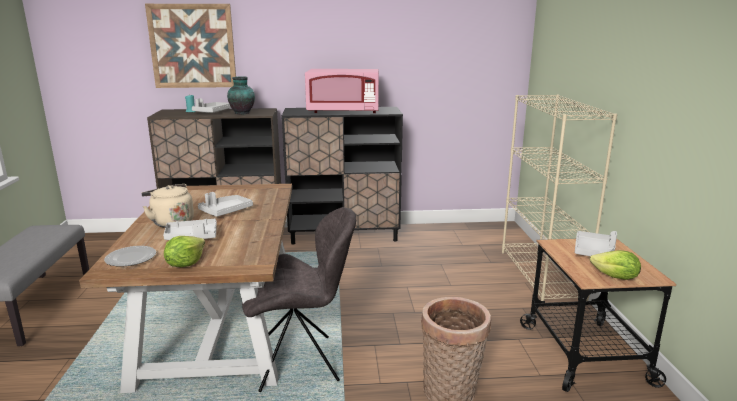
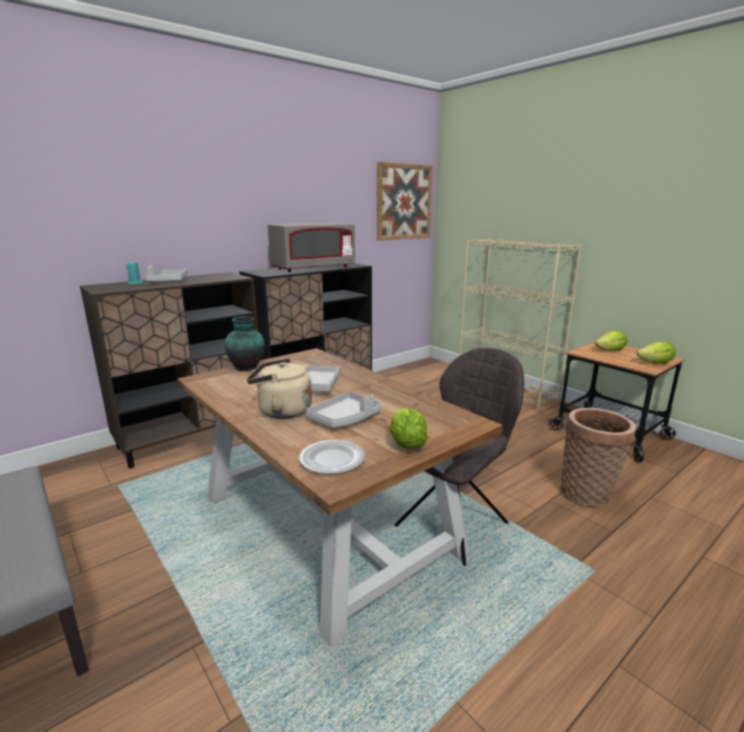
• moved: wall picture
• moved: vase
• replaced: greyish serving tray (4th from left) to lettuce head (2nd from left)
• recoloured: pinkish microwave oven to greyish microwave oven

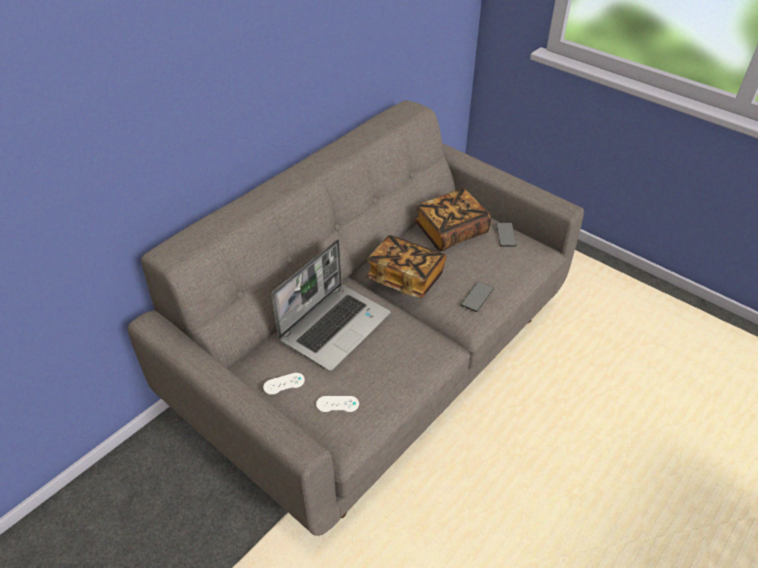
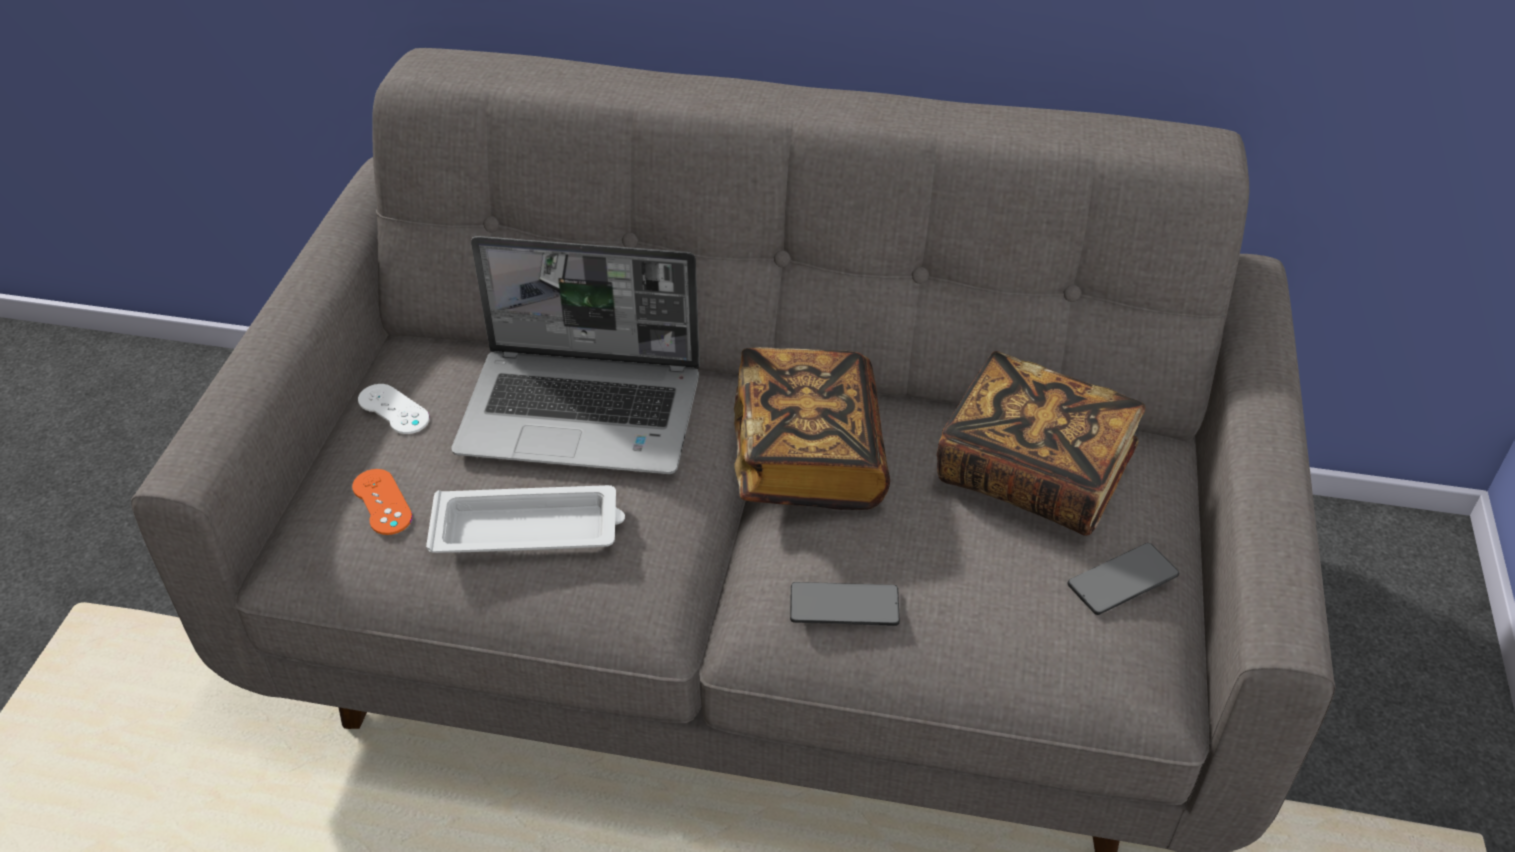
• added: white serving tray
• recoloured: white joypad (2nd from left) to orange-coloured joypad

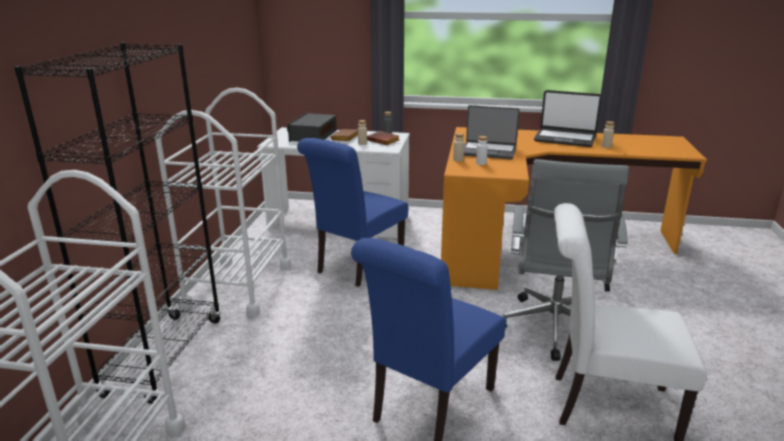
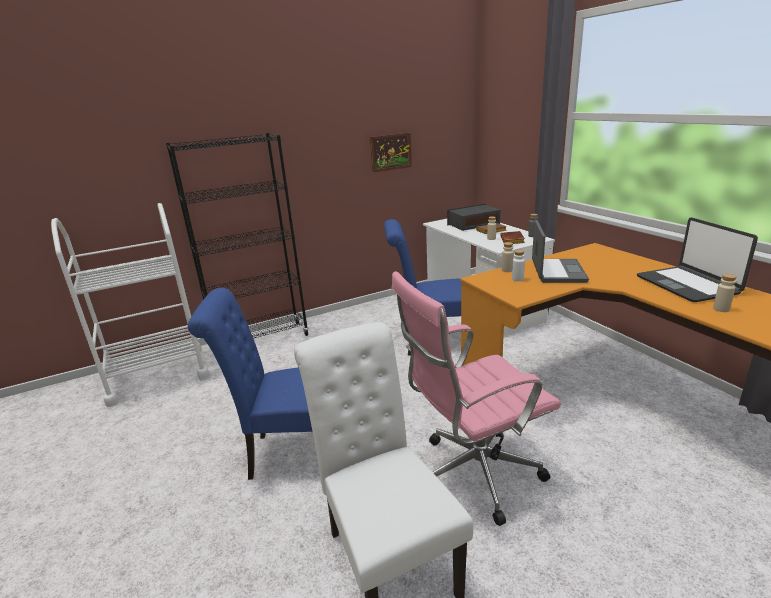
• removed: white wheeled cart (2nd from left)
• added: wall picture
• recoloured: greyish computer chair to pinkish computer chair
• turned: portable computer (1st from left) 150 degrees counterclockwise

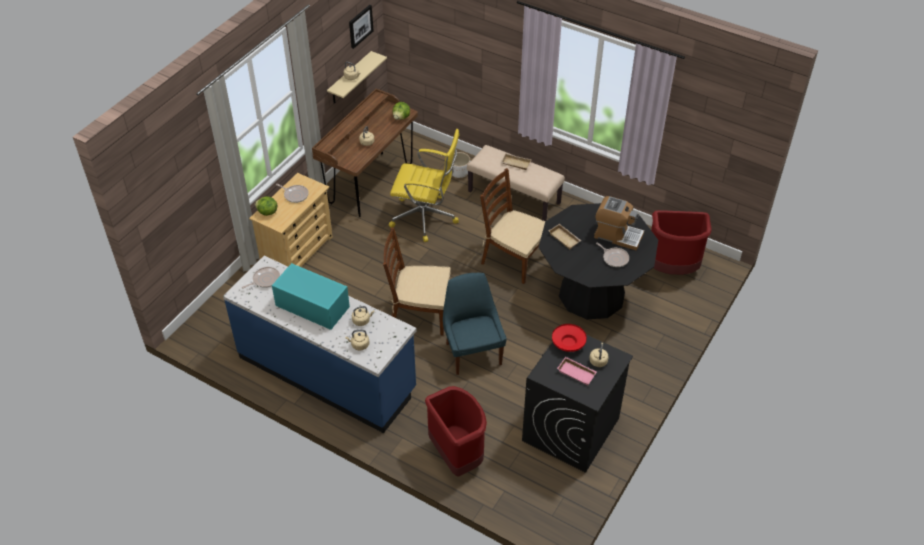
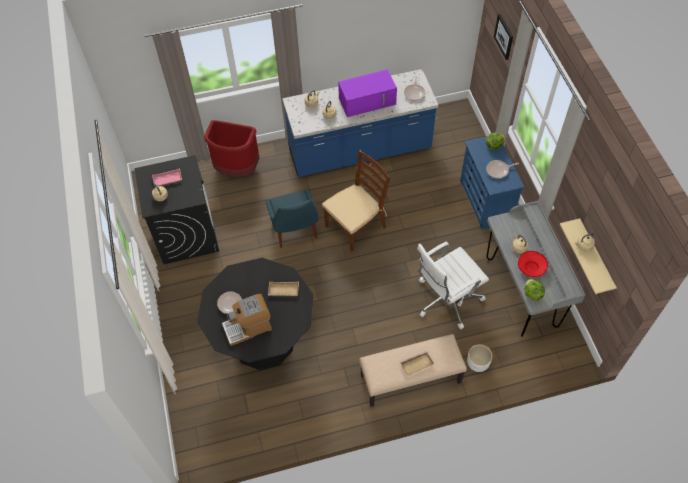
• removed: brown upright chair (2nd from left)
• removed: red-coloured waste bin (2nd from left)
• moved: wall picture
• moved: red-coloured bowl
• recoloured: beige-coloured dresser to bluish dresser
• recoloured: turquoise-coloured microwave oven to purplish microwave oven
• recoloured: brown desk table to greyish desk table
• recoloured: yellow computer chair to white computer chair
• turned: bluish upright chair 45 degrees clockwise

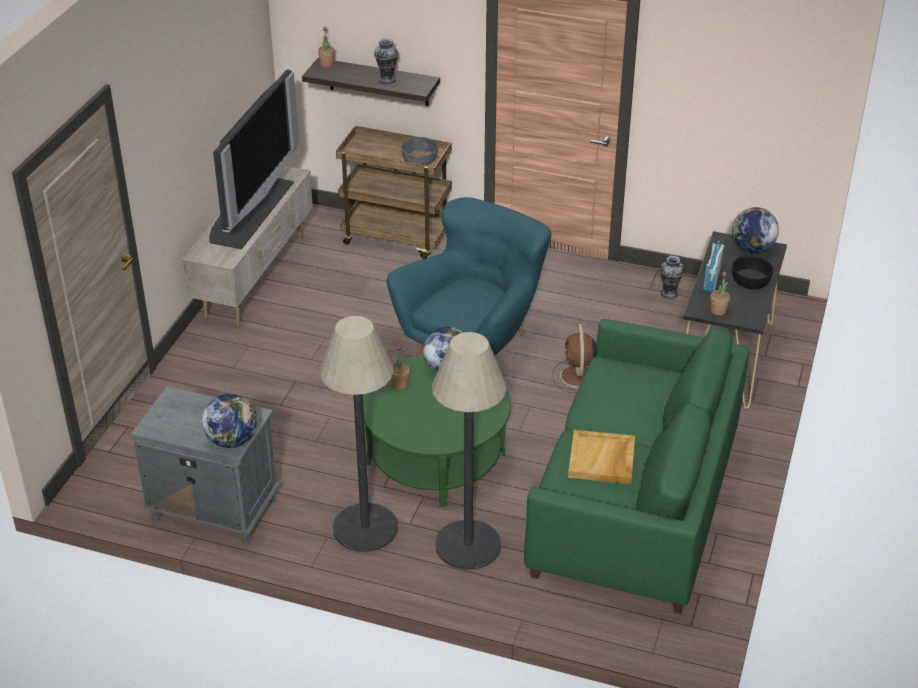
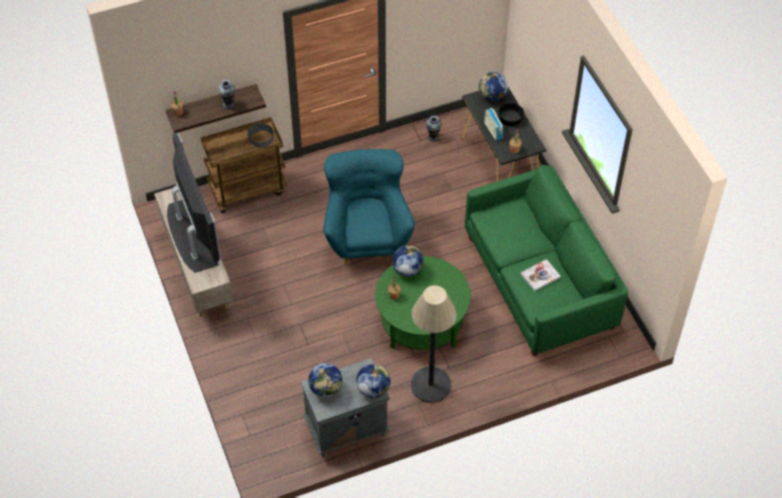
• removed: standing lamp (2nd from left)
• removed: brown cooling fan
• added: world globe (1st from left)
• replaced: beige-coloured serving tray to book

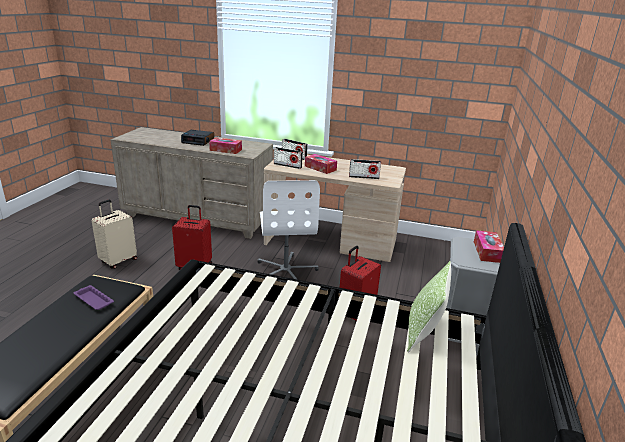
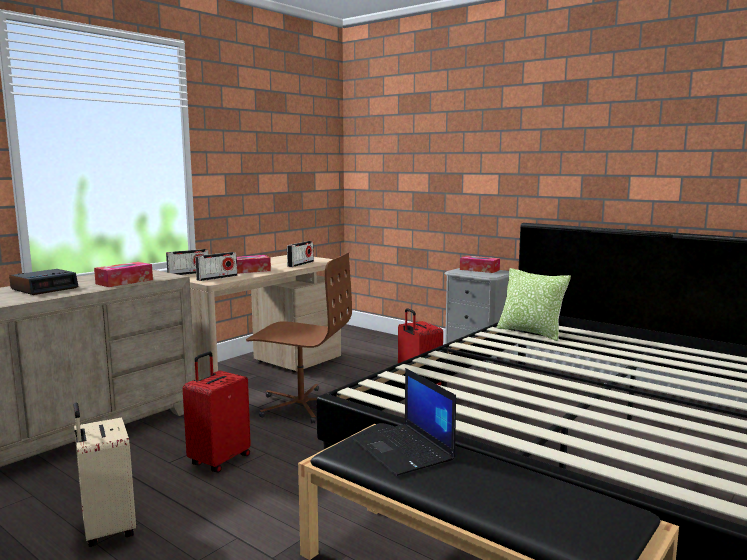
• replaced: purplish serving tray to portable computer
• recoloured: white computer chair to brown computer chair

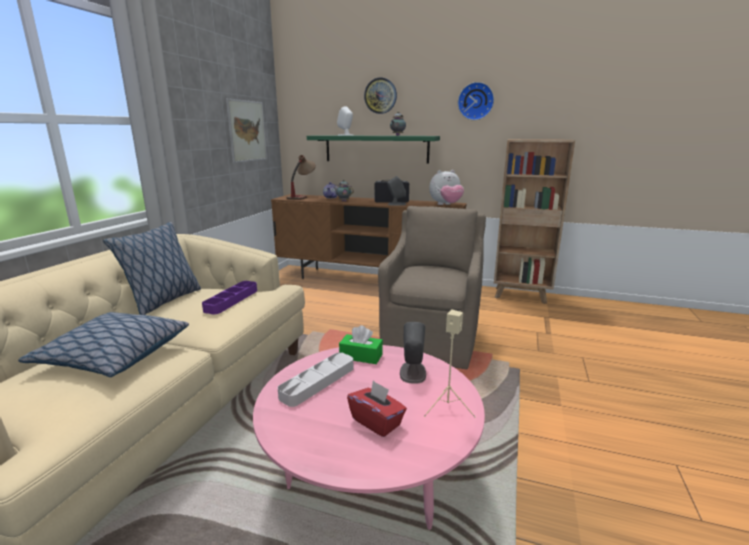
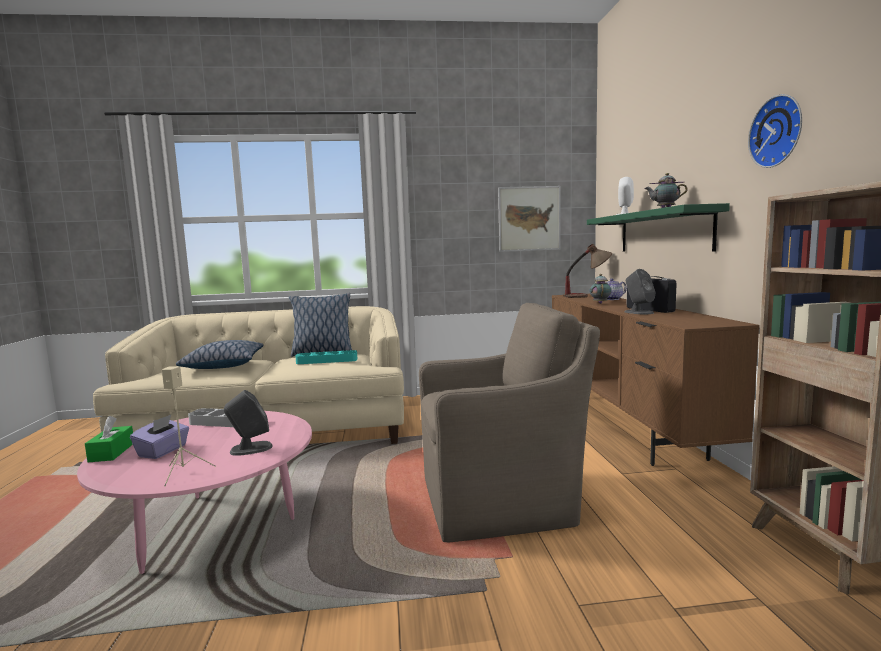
• removed: clock on the wall (1st from left)
• removed: plush toy
• moved: green box of tissues
• recoloured: purplish serving tray to turquoise-coloured serving tray
• recoloured: red-coloured box of tissues to purplish box of tissues

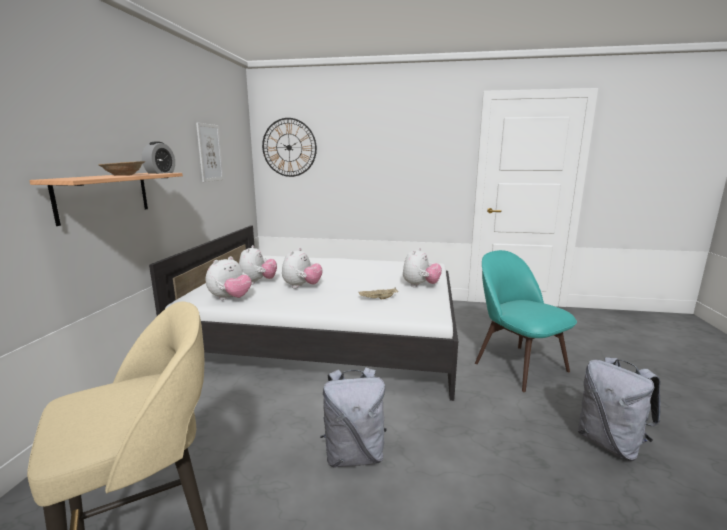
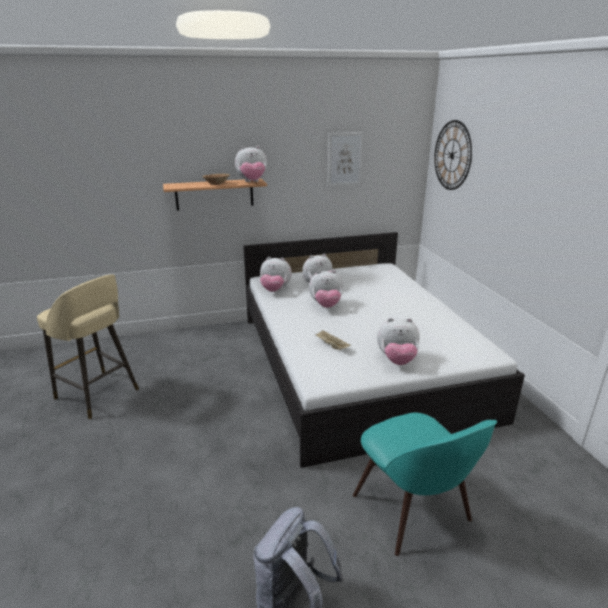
• removed: greyish backpack (1st from left)
• replaced: bedside clock to plush toy (1st from left)
• turned: turquoise-coloured upright chair 120 degrees clockwise

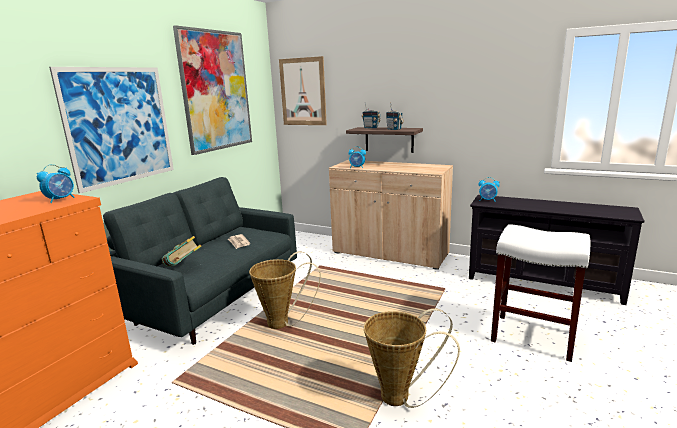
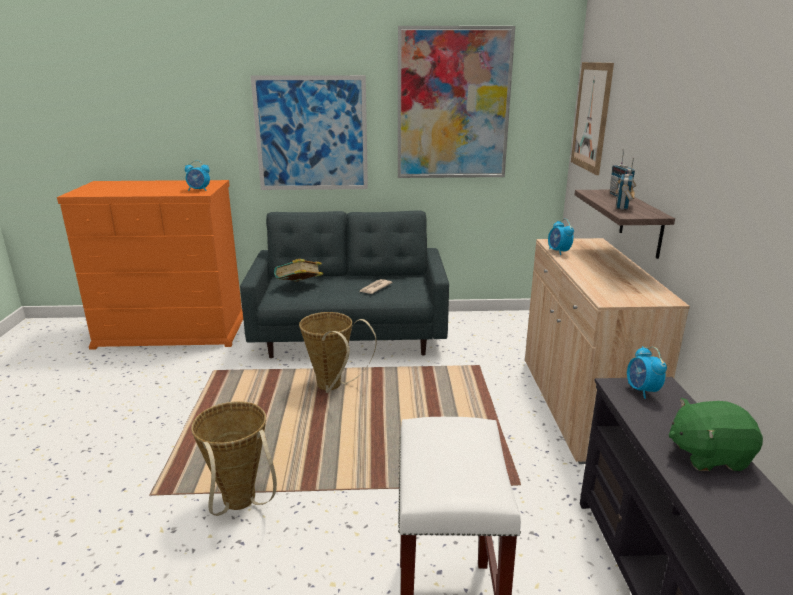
• added: green plush toy

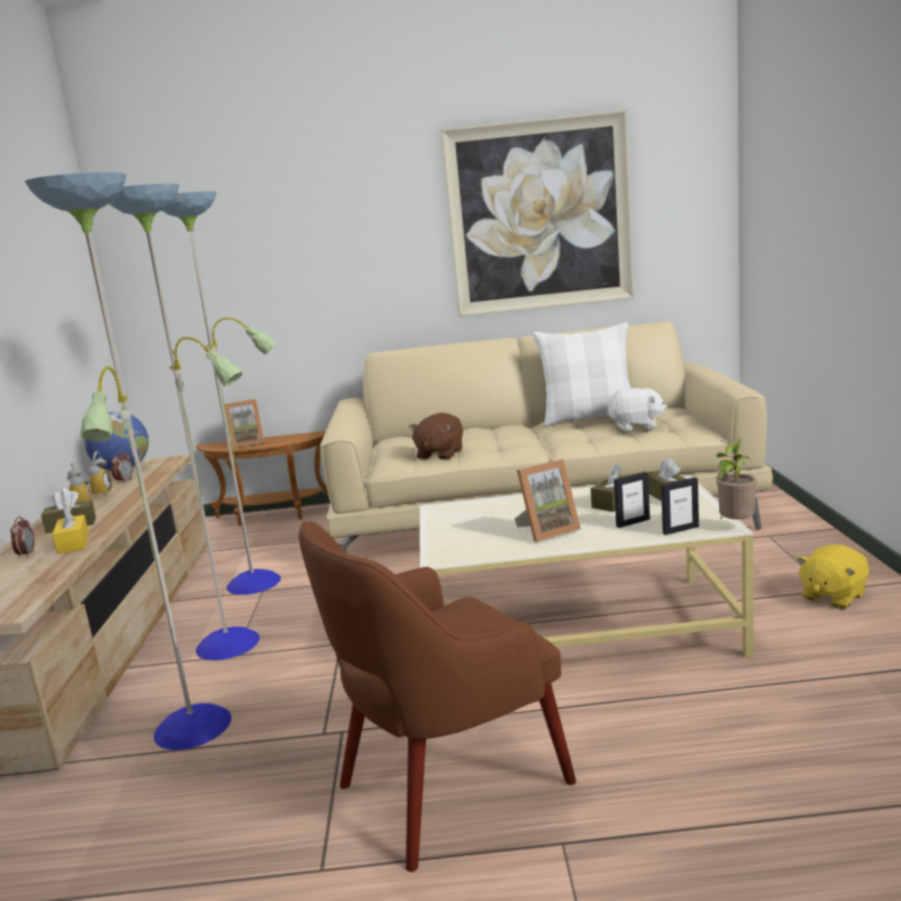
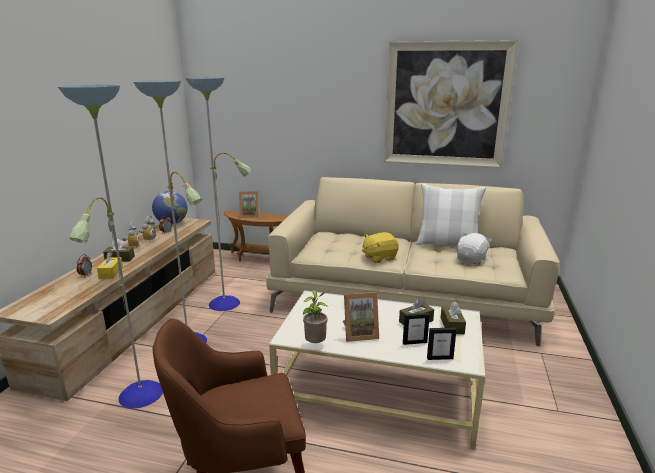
• removed: brown plush toy
• moved: plant in a pot
• moved: yellow plush toy
• turned: white plush toy 75 degrees counterclockwise

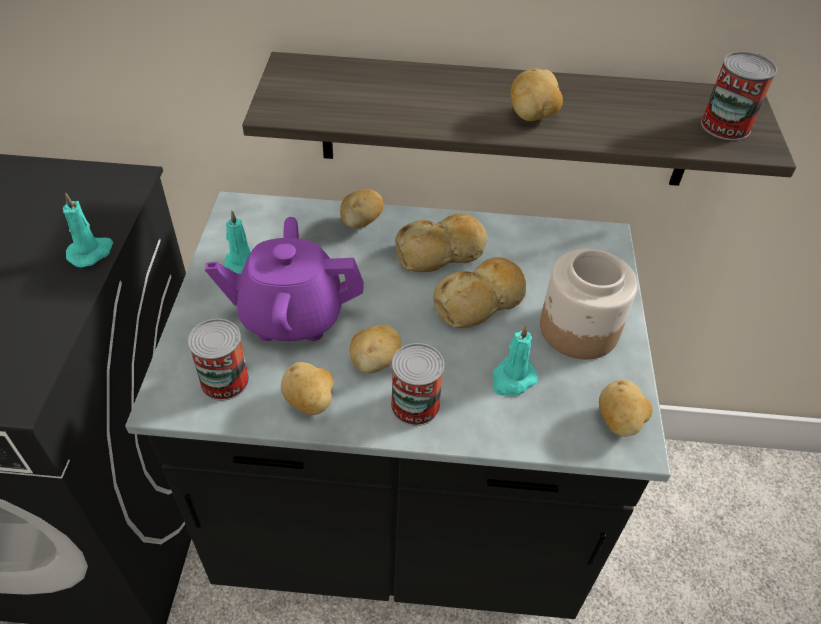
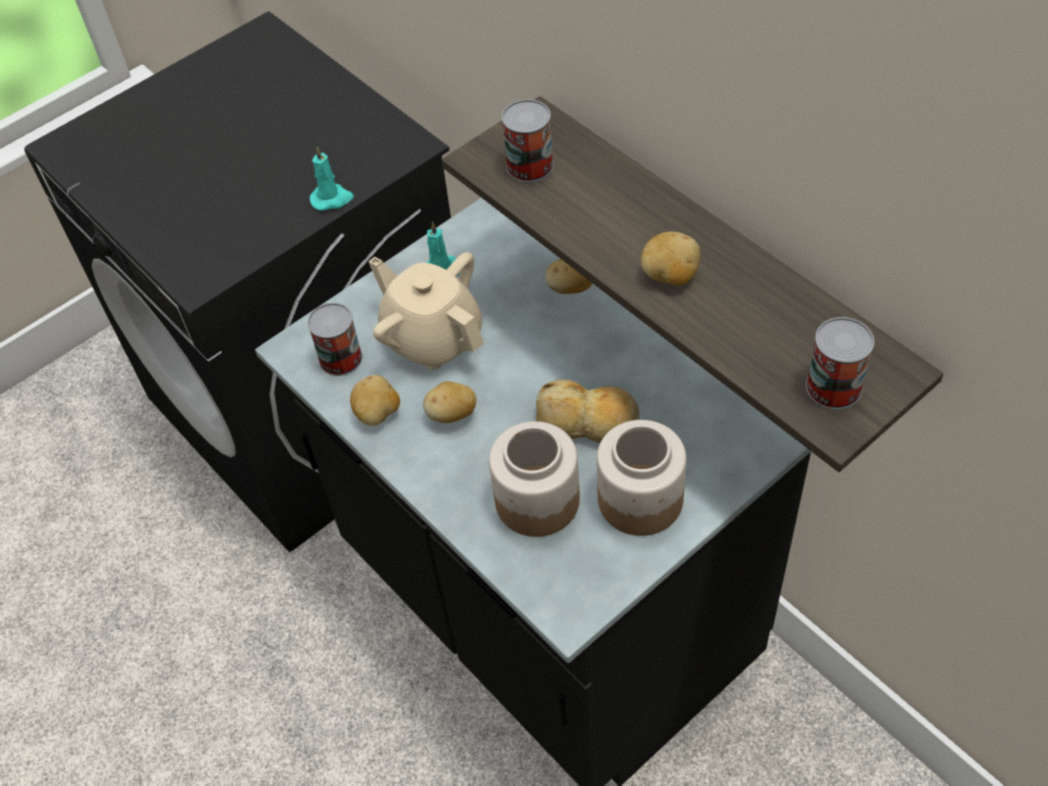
• removed: bread (1st from left)
• removed: potato (5th from left)
• moved: sealed can (2nd from left)
• replaced: turquoise-coloured candle (3rd from left) to jar (1st from left)
• recoloured: purplish tea pot to beige-coloured tea pot

